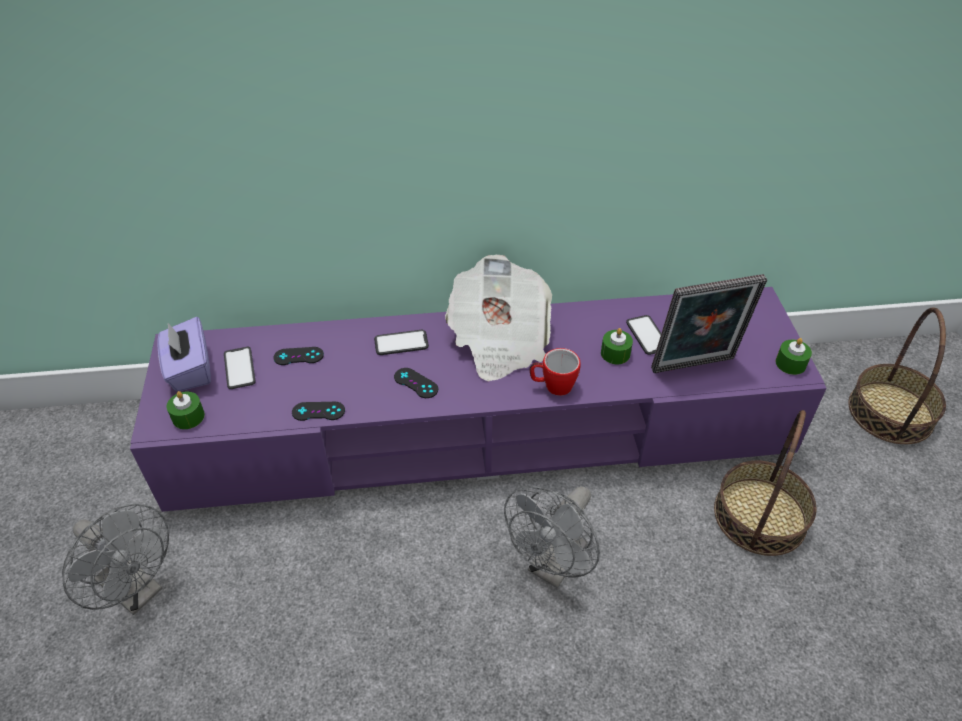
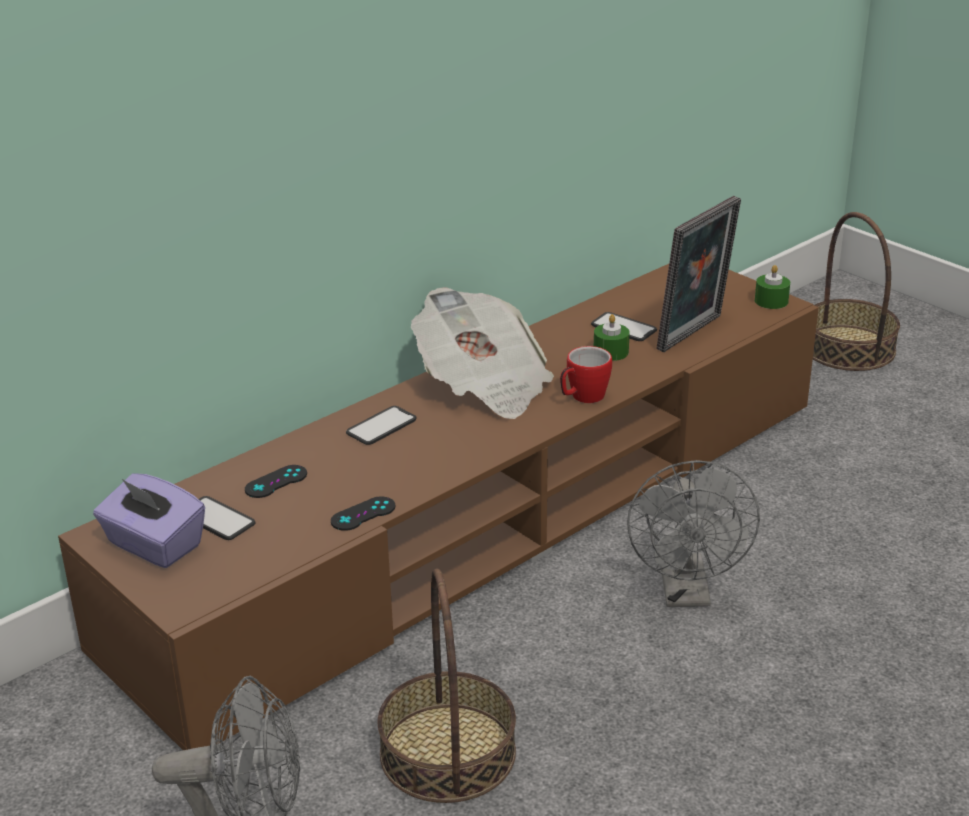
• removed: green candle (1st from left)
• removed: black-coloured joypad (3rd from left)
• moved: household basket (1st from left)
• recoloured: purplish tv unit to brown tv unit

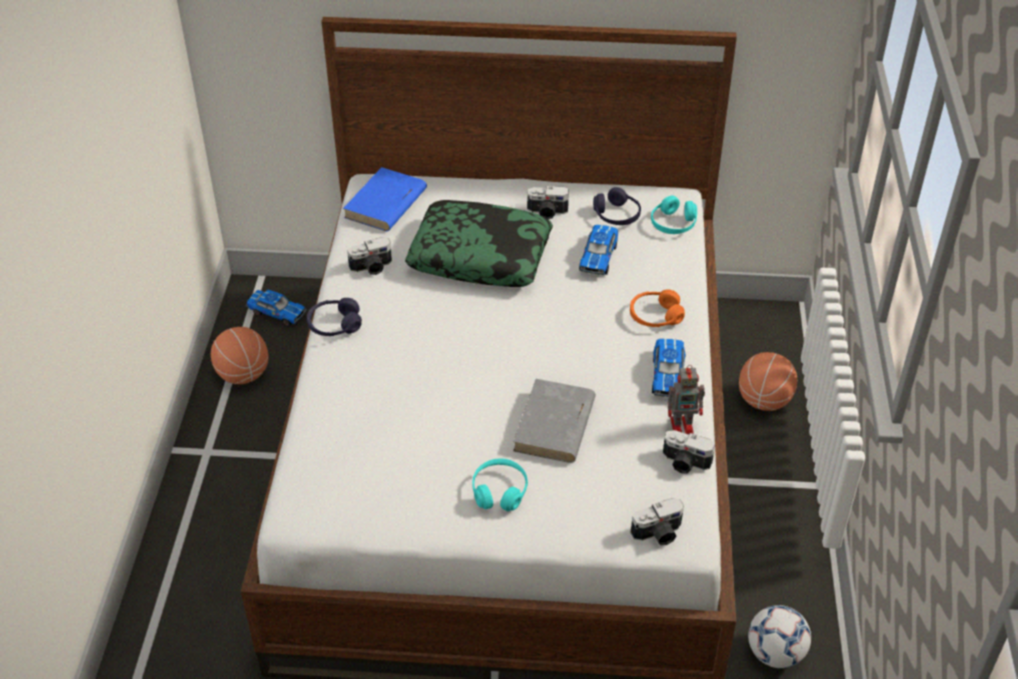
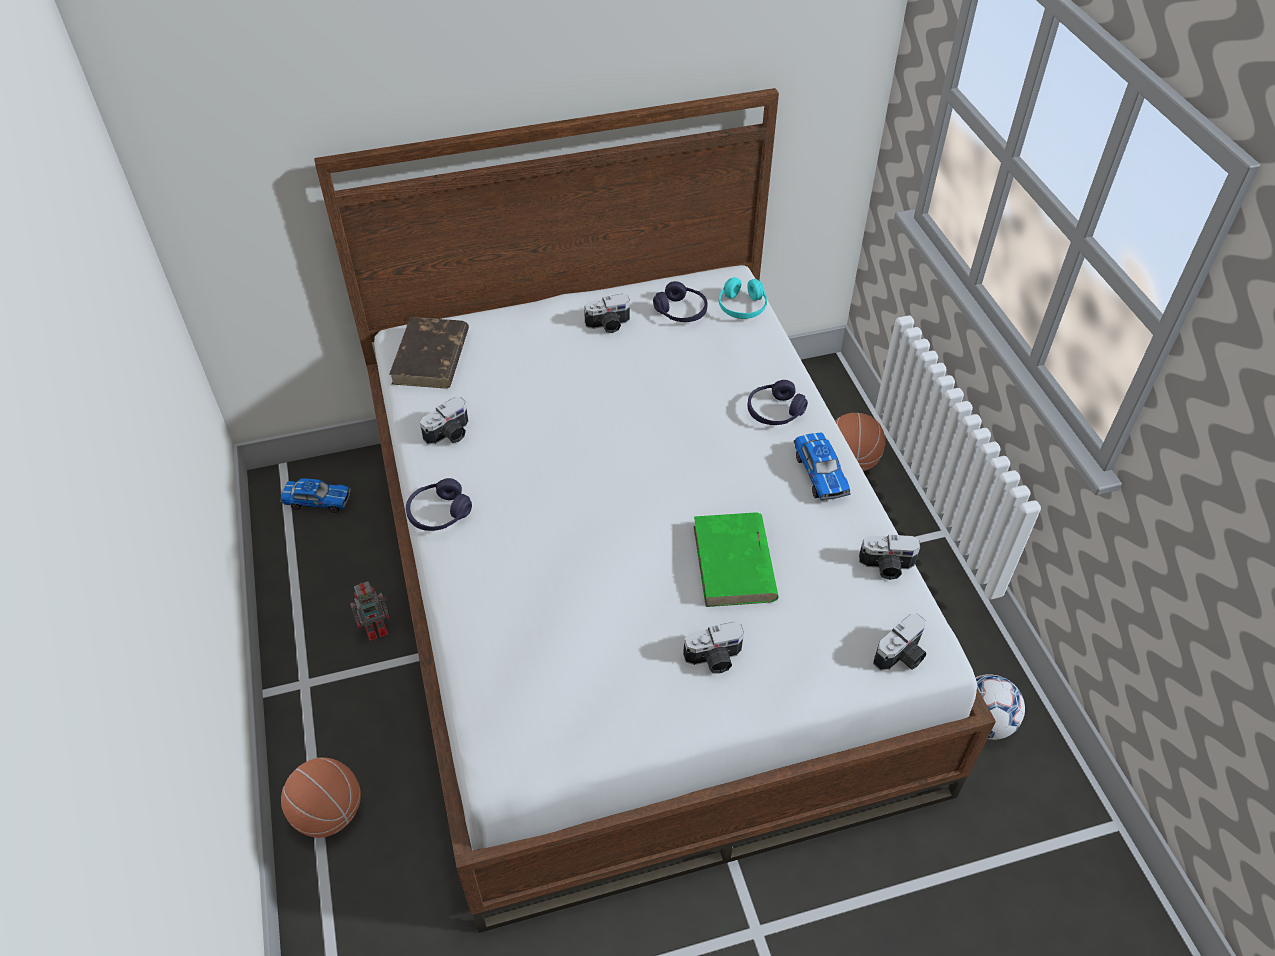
• removed: throw pillow
• removed: model car (2nd from left)
• moved: basketball (1st from left)
• moved: model robot
• replaced: turquoise-coloured headset (1st from left) to still camera (3rd from left)
• recoloured: bluish book to brown book
• recoloured: greyish book to green book
• recoloured: orange-coloured headset to purplish headset (3rd from left)

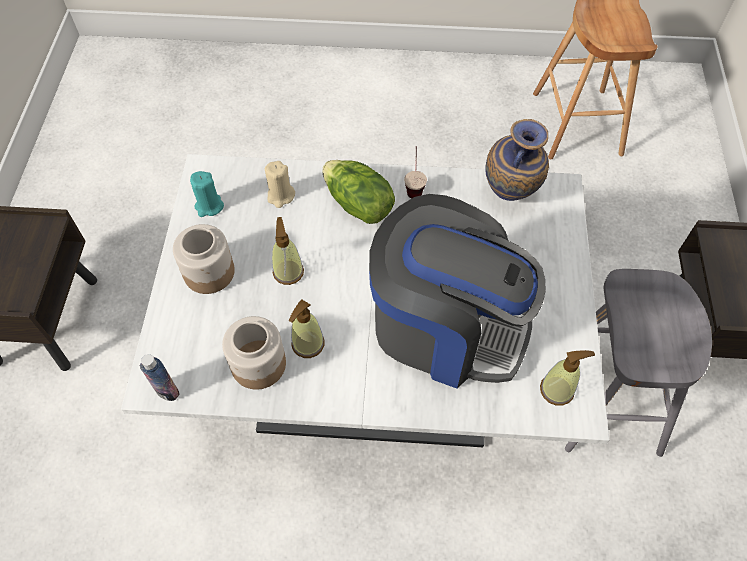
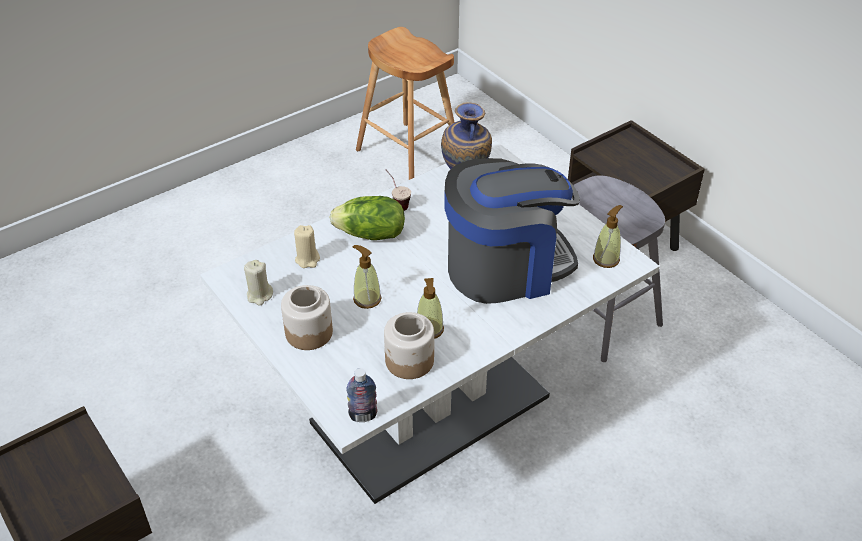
• recoloured: turquoise-coloured candle to beige-coloured candle (1st from left)

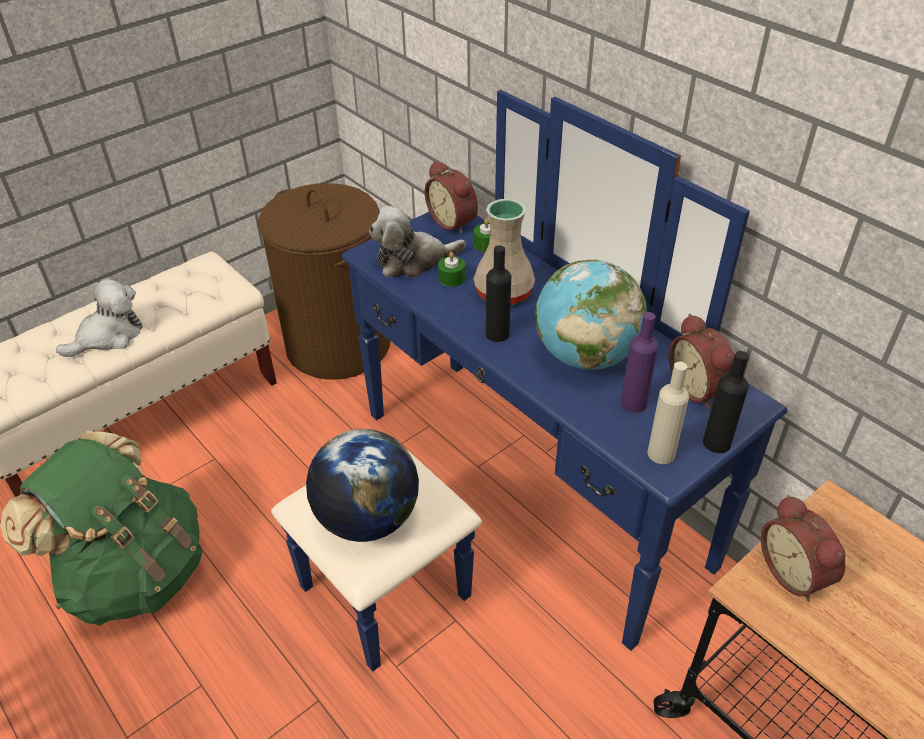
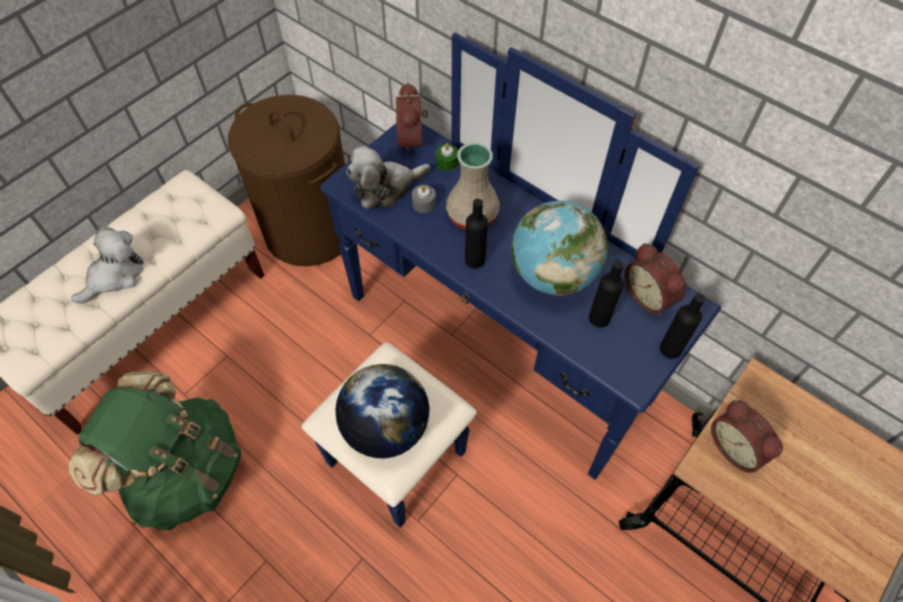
• removed: beige-coloured bottle
• recoloured: green candle (1st from left) to greyish candle
• recoloured: purplish bottle to black-coloured bottle (2nd from left)
• turned: bedside clock (1st from left) 45 degrees clockwise

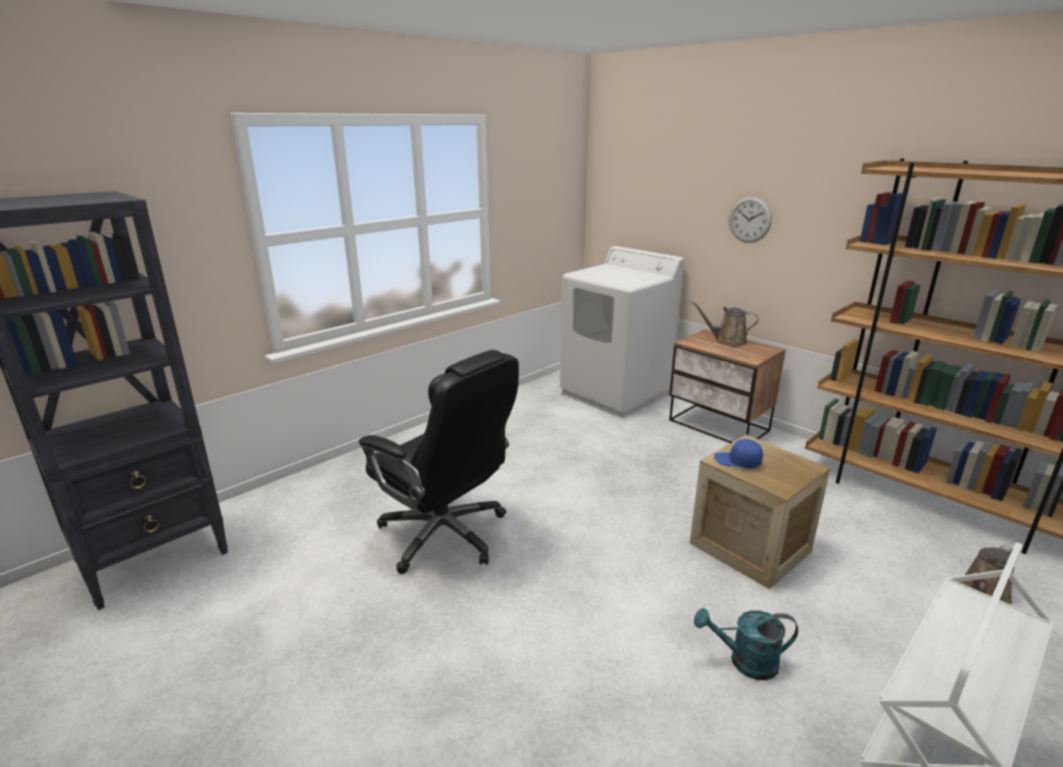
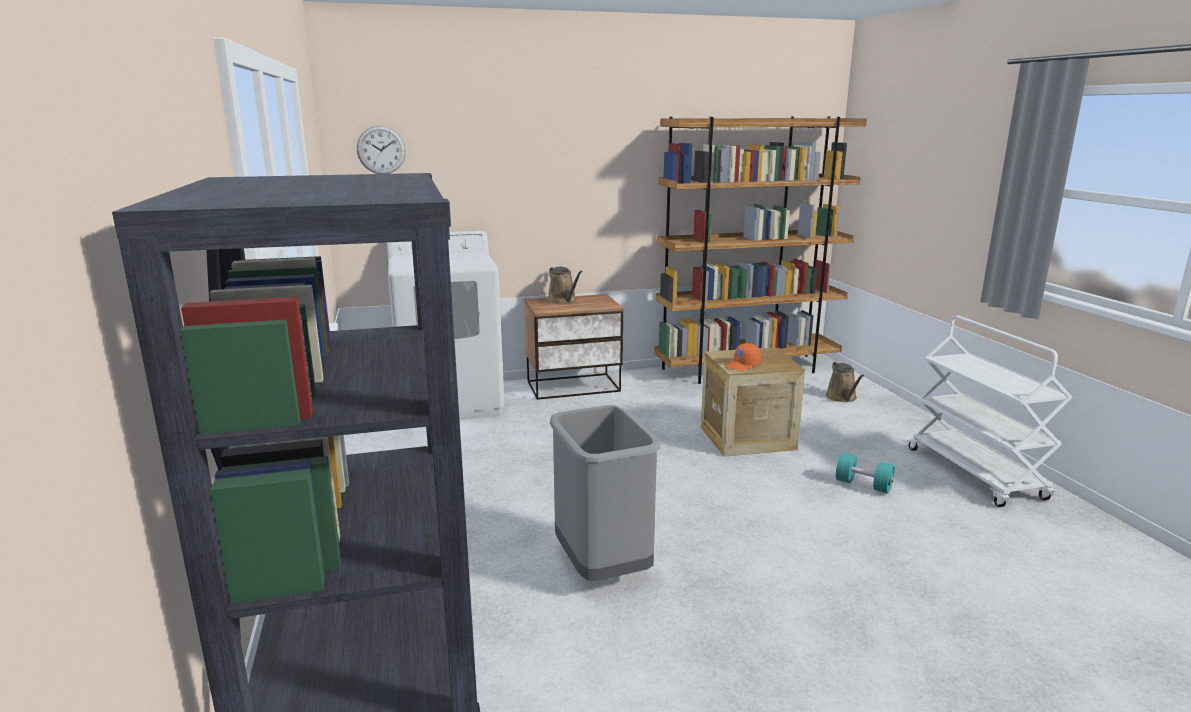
• moved: clock on the wall
• replaced: black-coloured computer chair to greyish waste bin
• replaced: turquoise-coloured watering can to turquoise-coloured dumbbell
• recoloured: bluish peaked cap to orange-coloured peaked cap
• turned: brown watering can (1st from left) 75 degrees counterclockwise

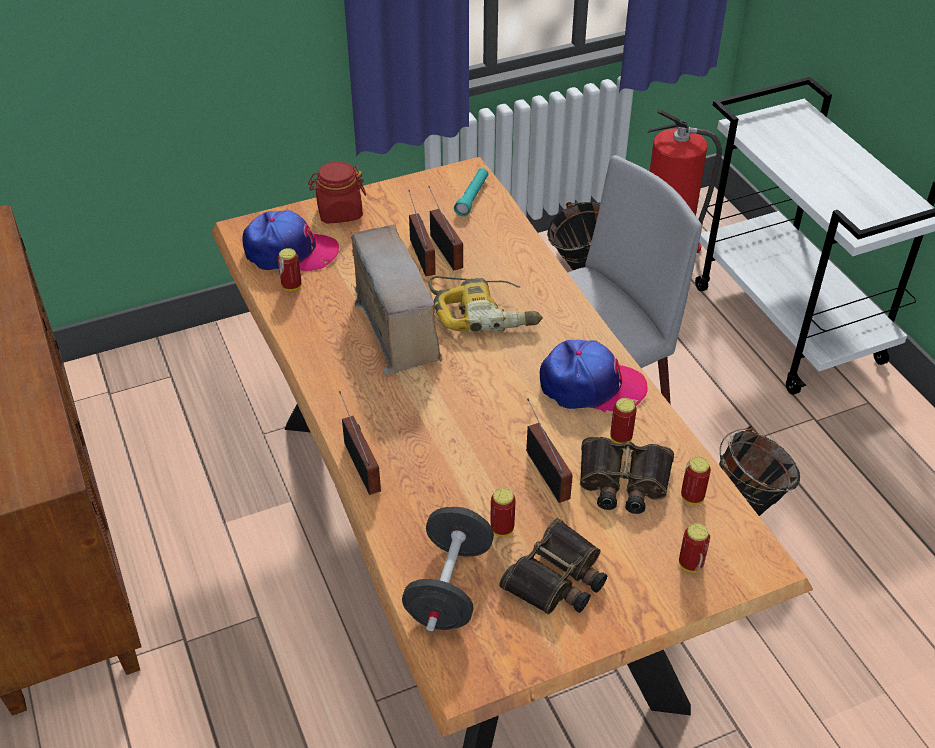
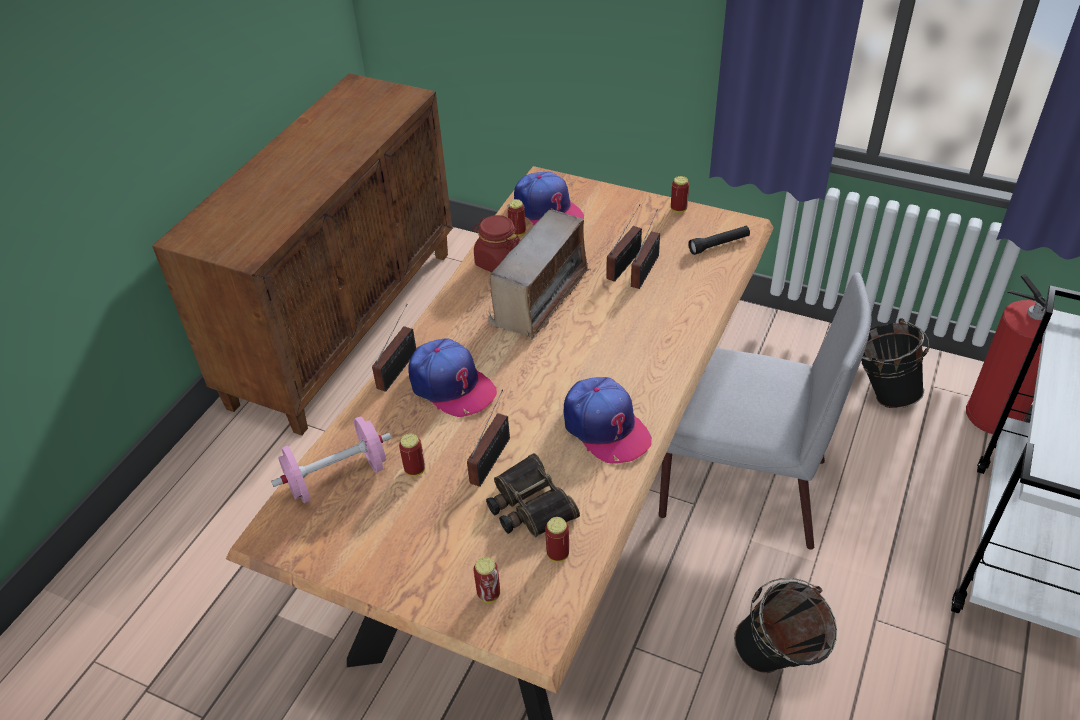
• removed: electric drill
• removed: field glasses (1st from left)
• added: peaked cap (1st from left)
• moved: red-coloured jar
• moved: sealed can (3rd from left in the first image) to sealed can (5th from left)
• recoloured: black-coloured dumbbell to pinkish dumbbell
• recoloured: turquoise-coloured flashlight to black-coloured flashlight

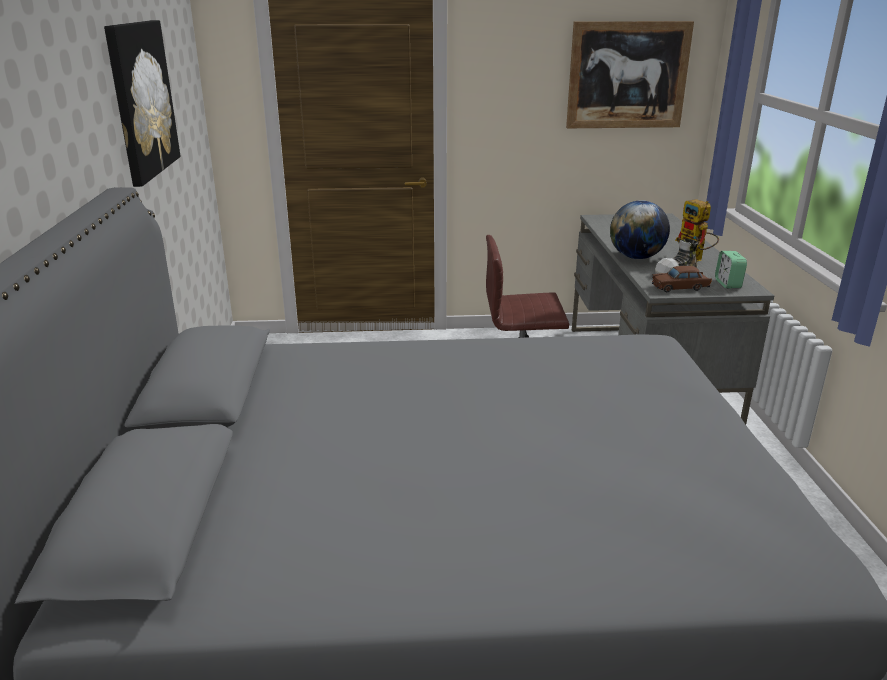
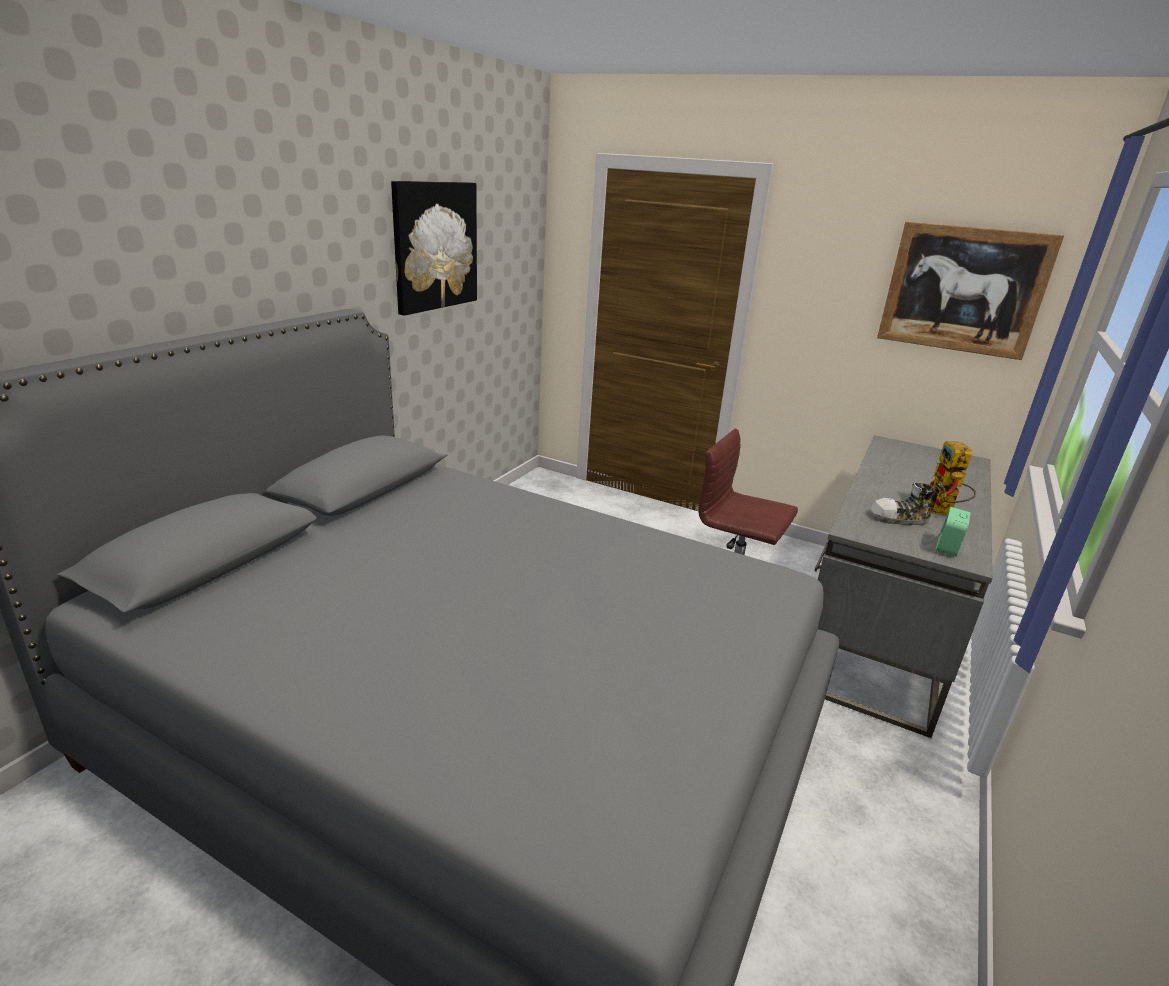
• removed: world globe
• removed: brown model car

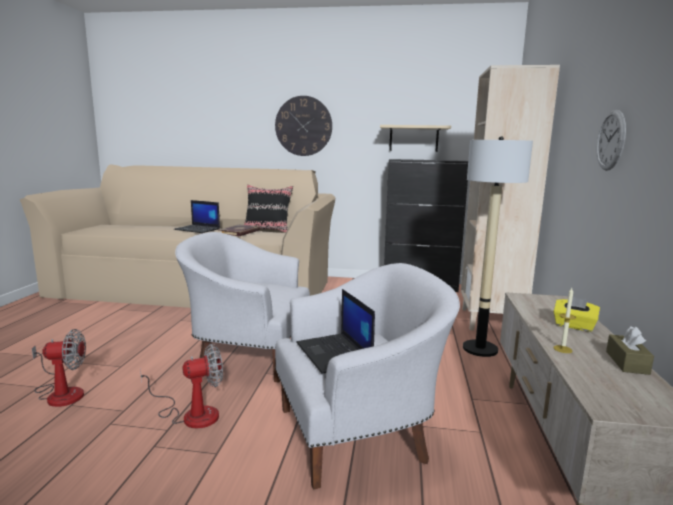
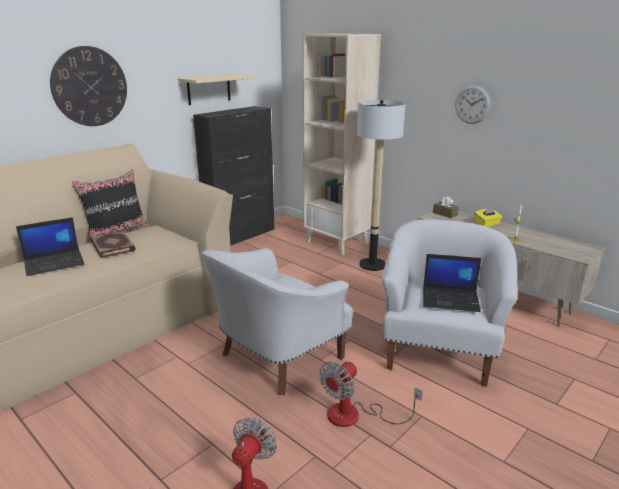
• moved: brown box of tissues
• turned: cooling fan (2nd from left) 150 degrees counterclockwise

